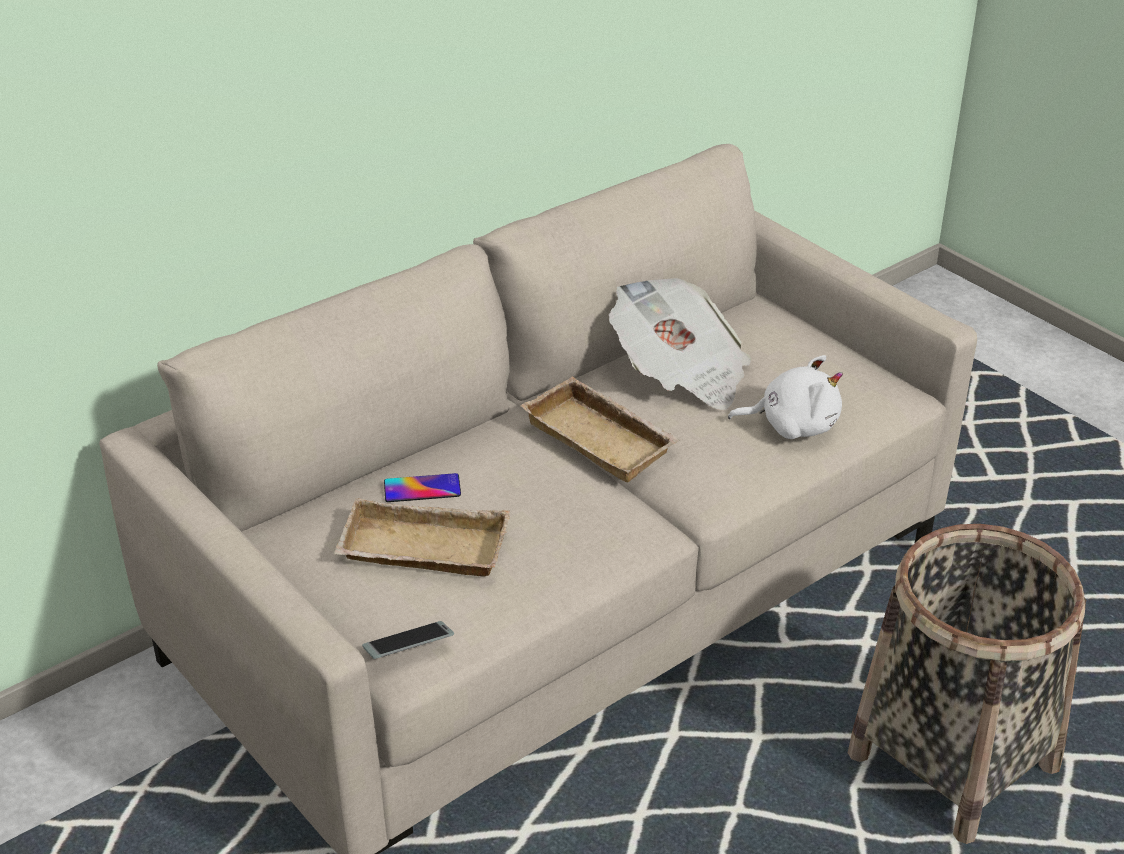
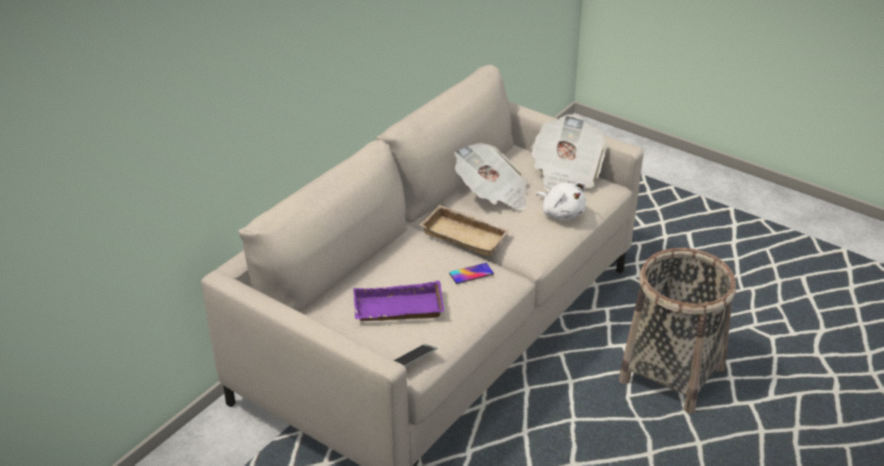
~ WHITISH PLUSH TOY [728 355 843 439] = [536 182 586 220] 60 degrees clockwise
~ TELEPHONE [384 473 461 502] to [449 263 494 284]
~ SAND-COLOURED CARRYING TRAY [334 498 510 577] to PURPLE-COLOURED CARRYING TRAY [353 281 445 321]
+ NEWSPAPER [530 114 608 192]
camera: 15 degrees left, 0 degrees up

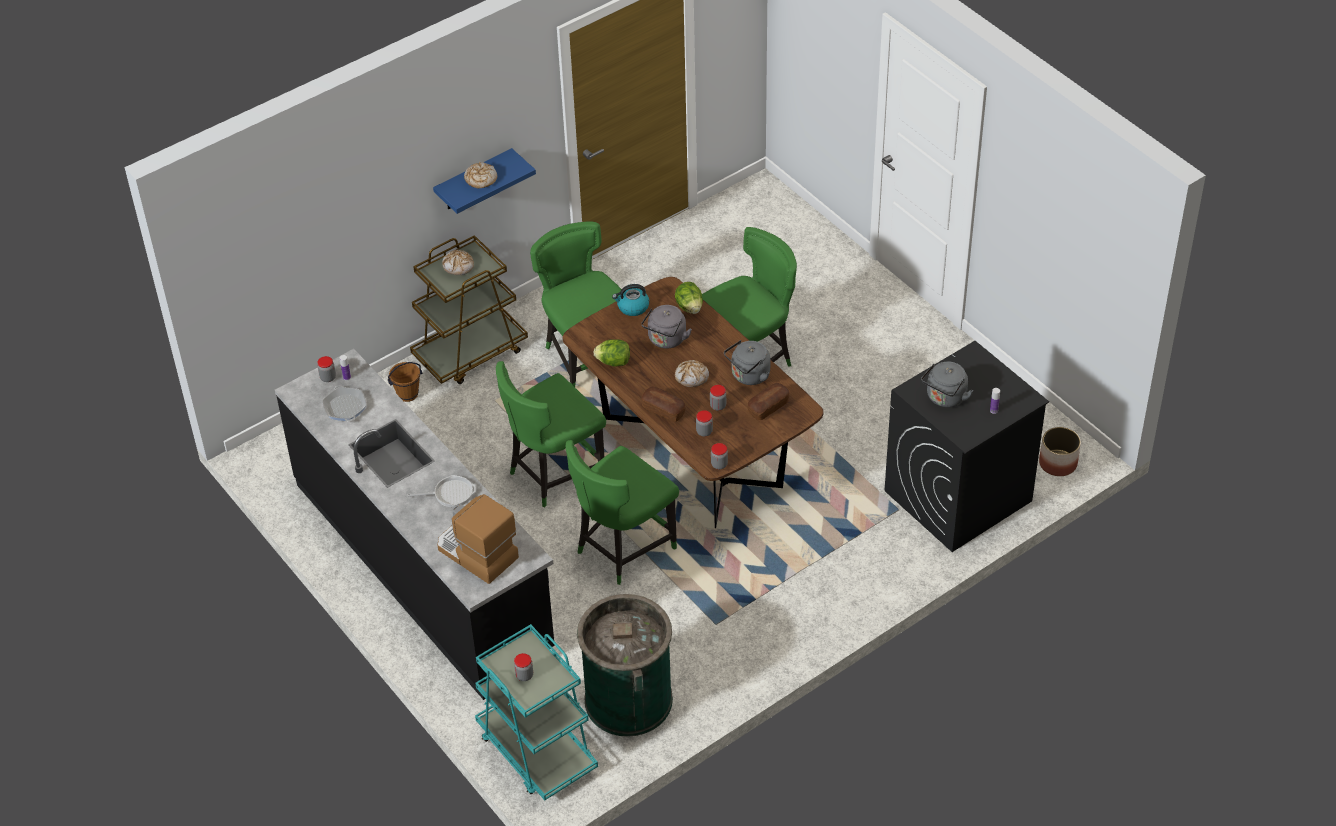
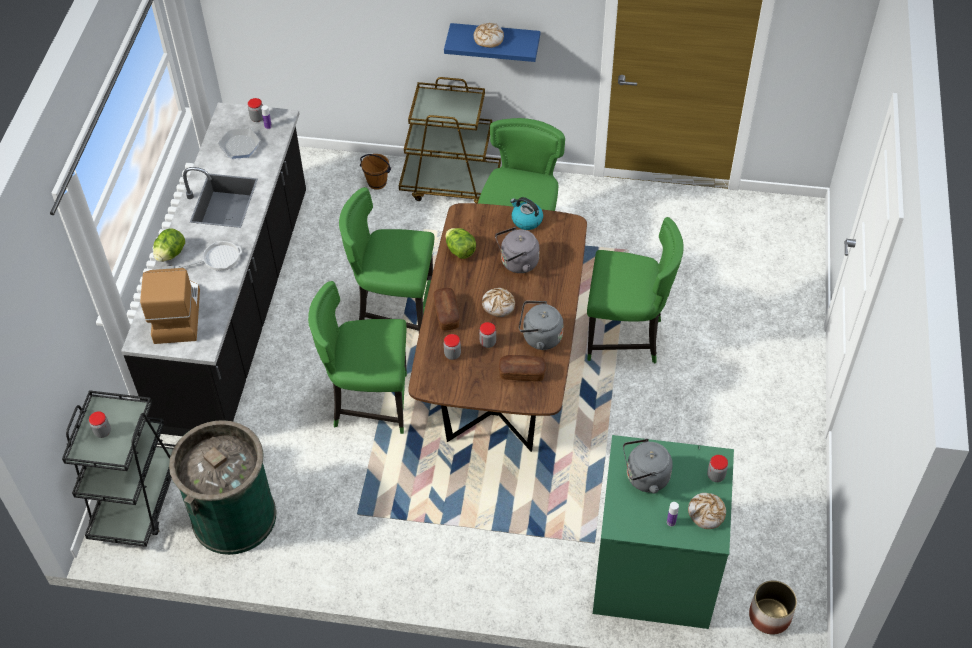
~ BREAD [442 250 474 275] to [688 493 726 529]
~ LETTUCE [675 282 703 314] to [153 229 185 262]
~ BLACK LAUNDRY APPLIANCE [885 341 1049 552] to GREENISH LAUNDRY APPLIANCE [593 435 734 629]
~ STORAGE JAR [711 443 728 469] to [707 455 728 482]
~ PAN [407 475 476 507] = [178 241 242 271] 60 degrees counterclockwise
~ TURQUOISE-COLOURED CART [475 624 598 801] to BLACK CART [62 390 175 547]
camera: 45 degrees right, 5 degrees up

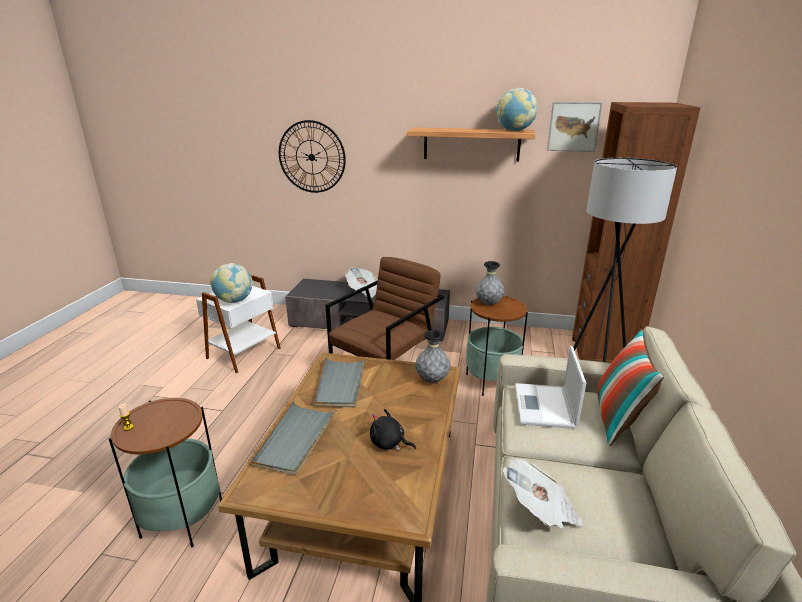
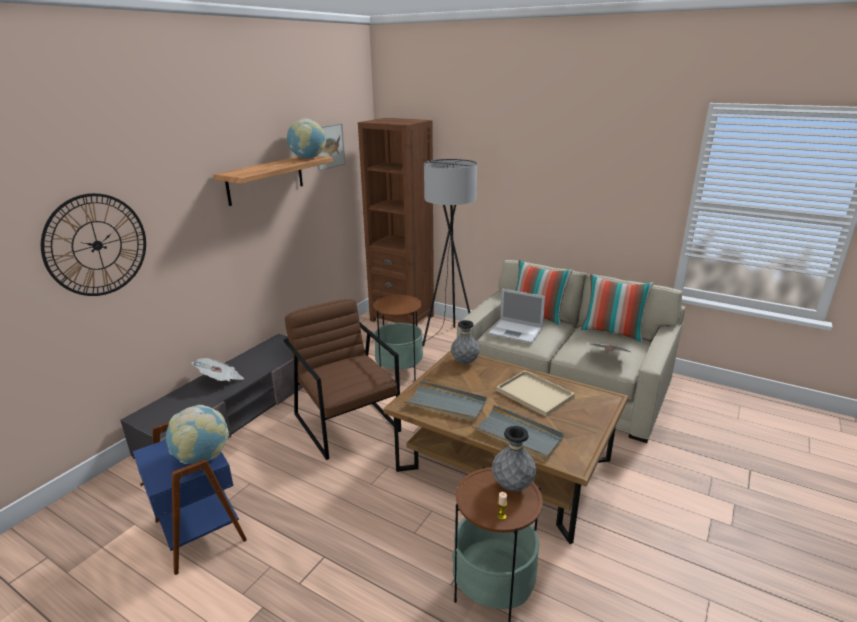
~ GRAY FLOWER VASE [475 261 505 305] to [492 426 536 491]
~ WHITISH ACCENT TABLE [196 274 281 373] to BLUE ACCENT TABLE [133 422 247 575]
~ BLACK PLUSH TOY [370 409 416 451] to SAND-COLOURED CARRYING TRAY [496 370 575 417]
+ CUSHION [581 274 654 342]
camera: 70 degrees left, 0 degrees up

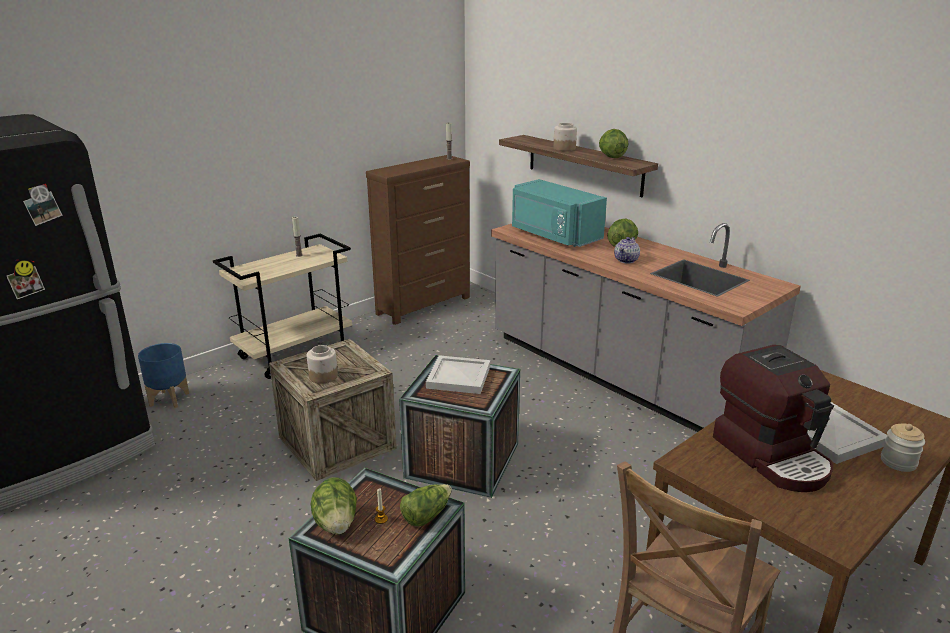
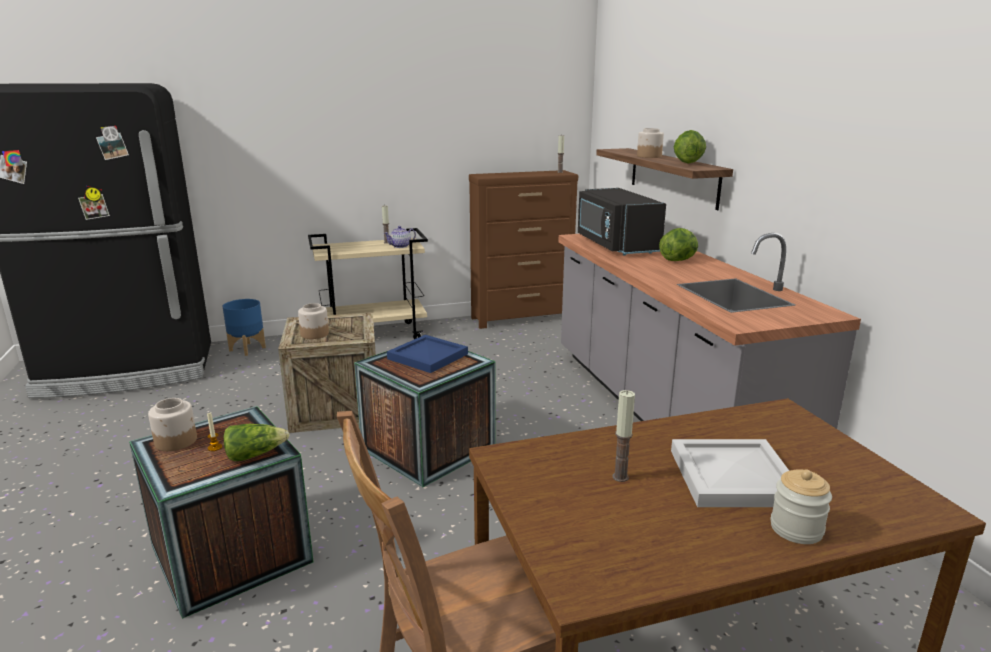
~ TURQUOISE-COLOURED MICROWAVE [512 179 607 247] to BLACK MICROWAVE [578 188 666 255]
~ TEAPOT [614 237 640 264] to [384 226 416 248]
~ COFFEE BREWER [713 345 834 492] to WAX CANDLE [612 390 635 482]
~ WHITISH CARRYING TRAY [426 355 490 394] to BLUE CARRYING TRAY [387 335 468 373]
~ LETTUCE [311 477 357 535] to STORAGE JAR [148 398 197 451]
camera: 25 degrees right, 5 degrees down

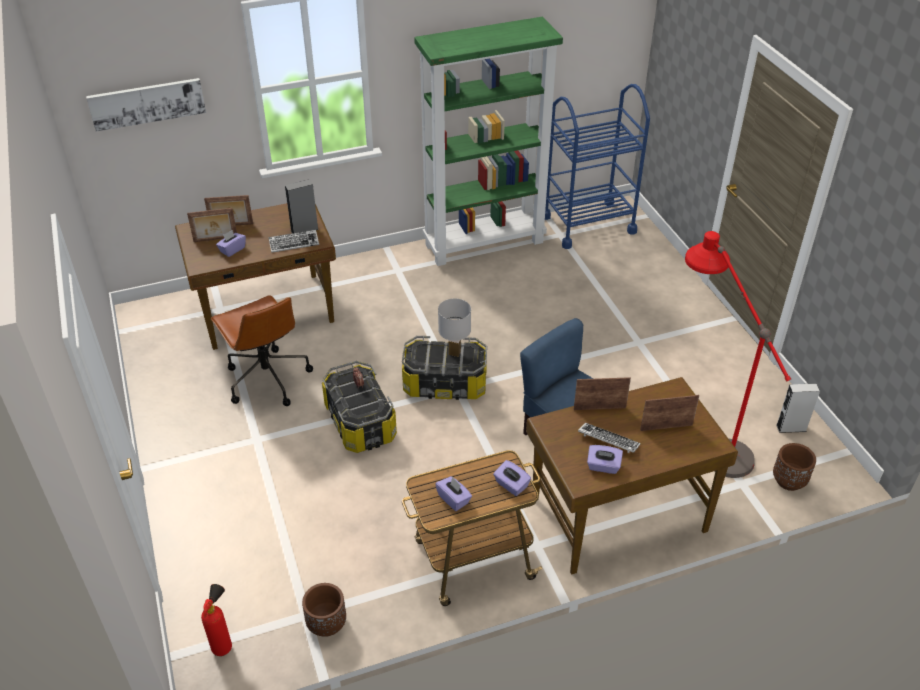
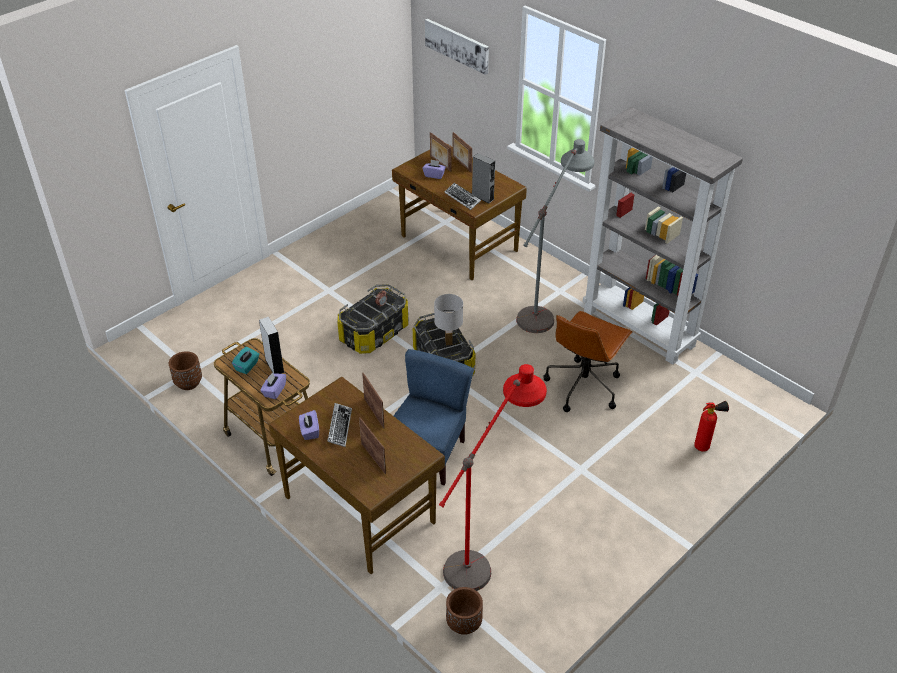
~ GREENISH BOOKSHELF [414 17 563 266] to GRAY BOOKSHELF [583 107 743 365]
- BLUE CART [545 84 650 249]
~ BROWNISH COMPUTER CHAIR [211 295 313 406] to [544 311 632 412]
~ GRAY AUDIO SPEAKER [776 383 820 433] to [259 317 284 374]
~ PURPLE-COLOURED TISSUE BOX [435 476 472 511] to TURQUOISE-COLOURED TISSUE BOX [232 347 259 374]
~ EXTINGUISHER [201 584 232 656] to [694 401 729 452]
+ GRAY STANDARD LAMP [516 139 594 333]
camera: 65 degrees right, 0 degrees up

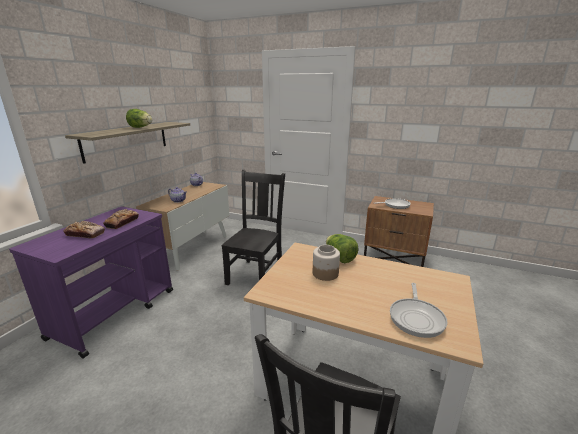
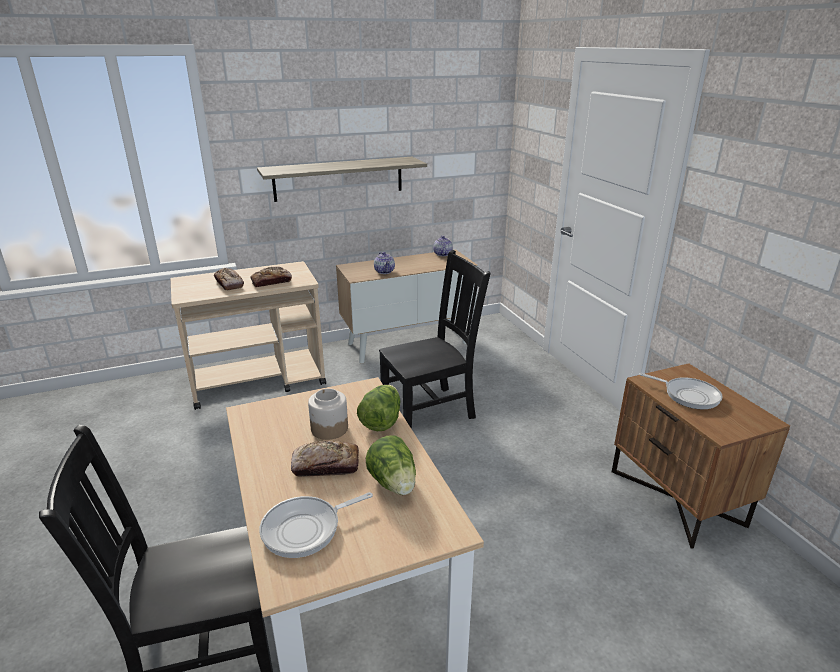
~ LETTUCE [126 109 152 128] to [366 435 416 495]
~ PURPLE-COLOURED CART [9 206 173 359] to SAND-COLOURED CART [171 261 326 410]
+ BREAD [291 441 359 477]
camera: 45 degrees right, 5 degrees up

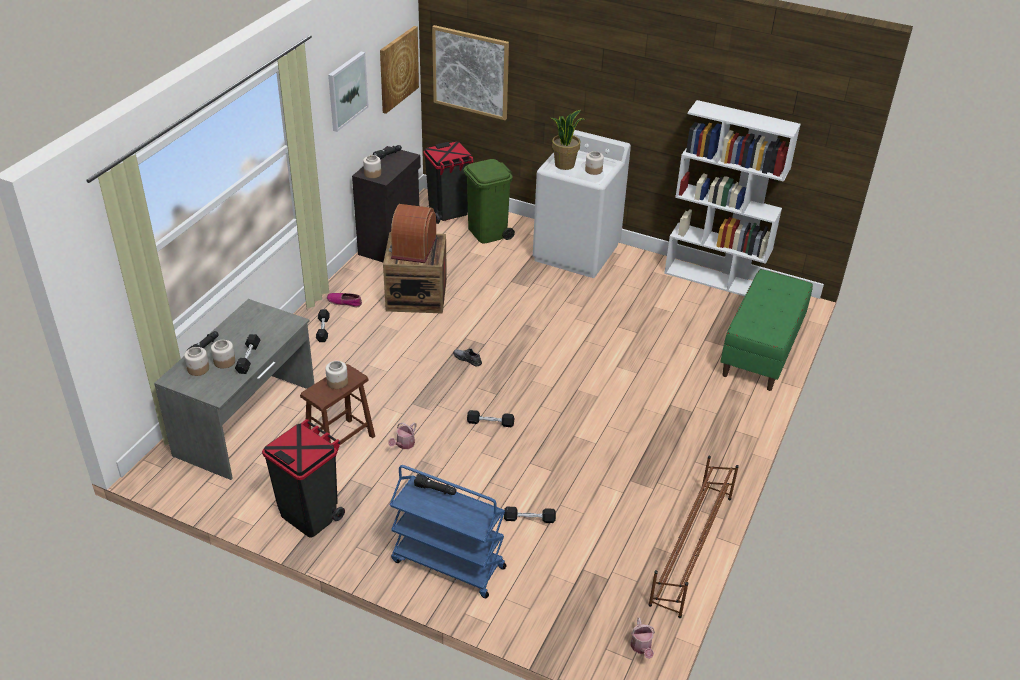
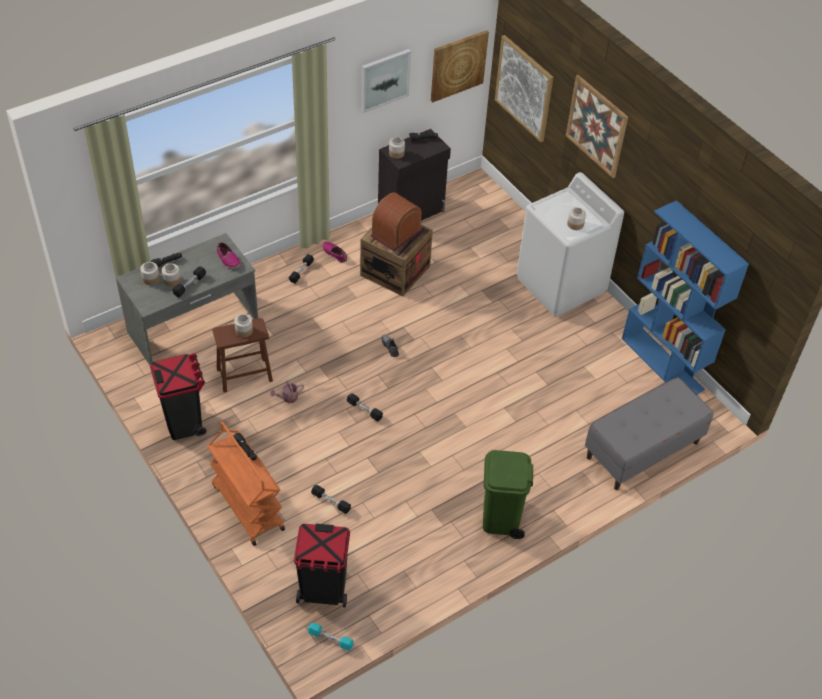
~ WHITISH BOOKSHELF [664 100 801 296] to BLUE BOOKSHELF [622 200 749 394]
- HOUSEPLANT [551 110 586 170]
~ BLACK TRASH CAN [424 141 474 224] to [294 524 350 608]
~ GREENISH TRASH CAN [463 159 515 244] to [483 450 533 539]
~ GREENISH LONG SEAT [720 269 813 391] to GRAY LONG SEAT [585 377 714 490]
- BROWNISH SHOE STAND [648 455 739 618]
~ BLUE CART [390 465 506 598] to ORANGE CART [208 421 285 546]
~ WATERING POT [630 618 655 659] to TURQUOISE-COLOURED FREE WEIGHT [308 623 353 651]
+ WALL ART [566 75 628 178]
+ SHOE [217 242 241 268]
camera: 30 degrees right, 10 degrees up

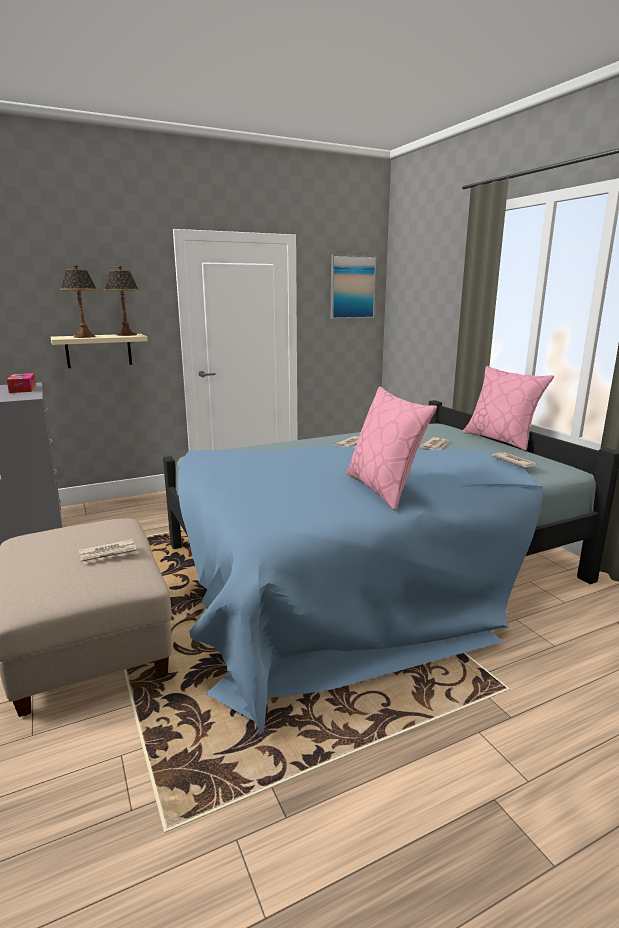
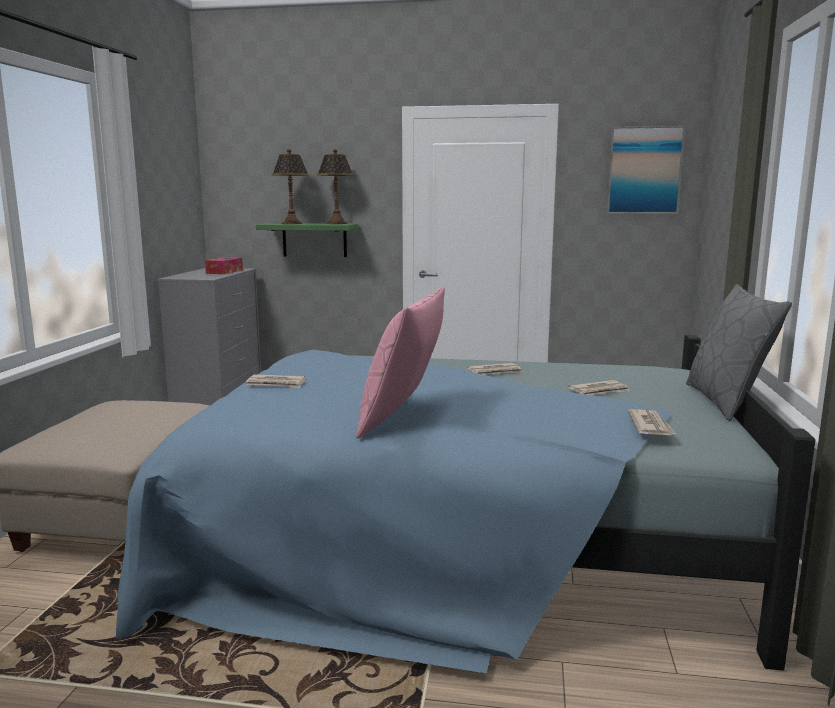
~ SAND-COLOURED SHELF [51 334 148 368] to GREENISH SHELF [256 223 359 257]
~ PINK CUSHION [463 366 554 451] to GRAY CUSHION [686 284 792 421]
~ NEWSPAPER [78 539 139 564] to [246 374 305 388]
camera: 35 degrees right, 5 degrees down

